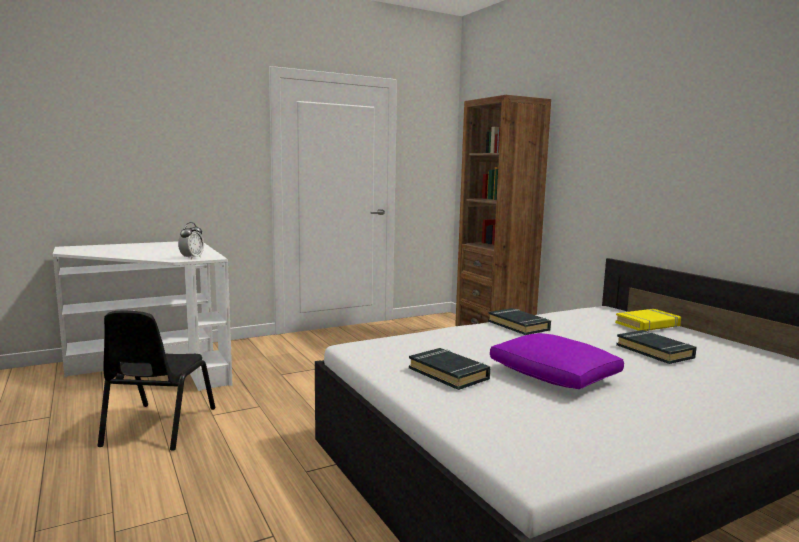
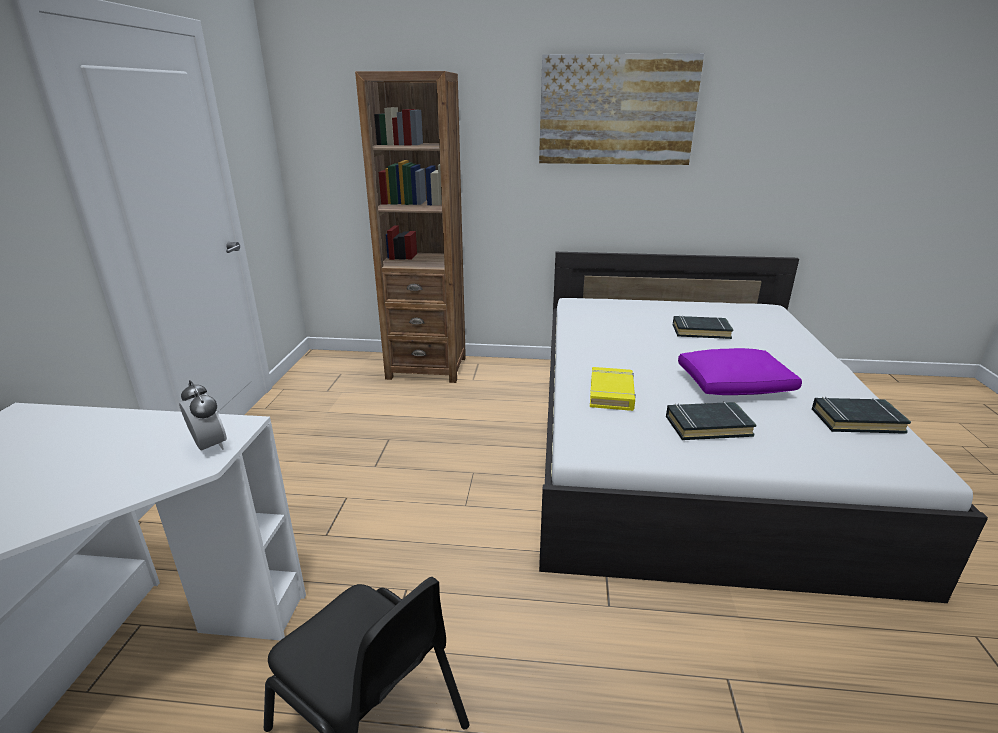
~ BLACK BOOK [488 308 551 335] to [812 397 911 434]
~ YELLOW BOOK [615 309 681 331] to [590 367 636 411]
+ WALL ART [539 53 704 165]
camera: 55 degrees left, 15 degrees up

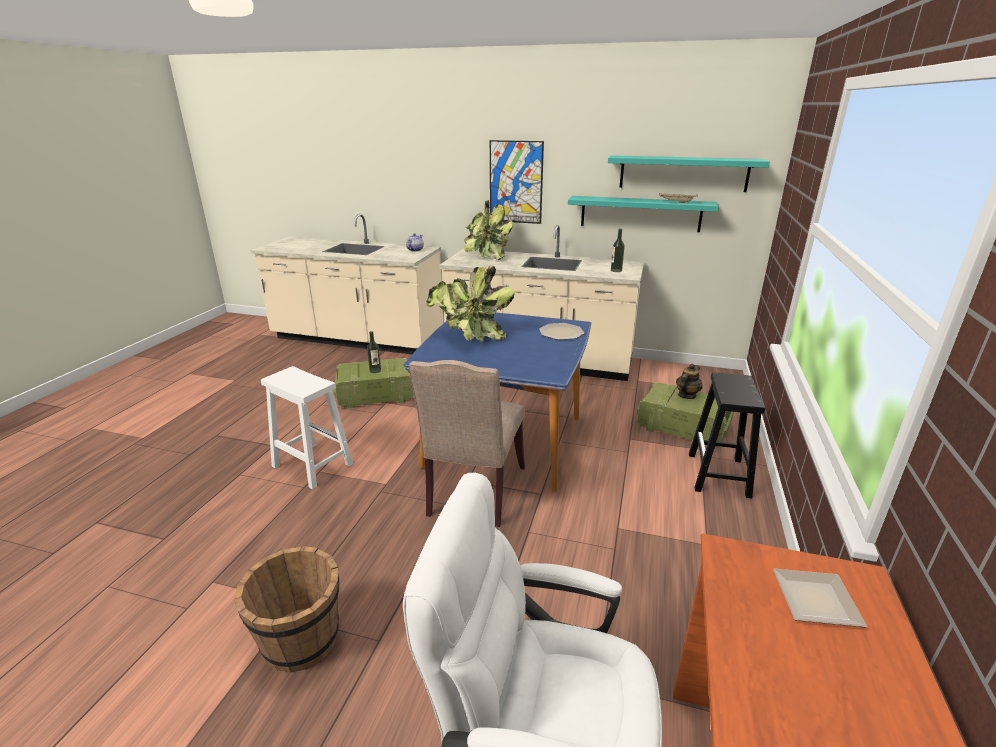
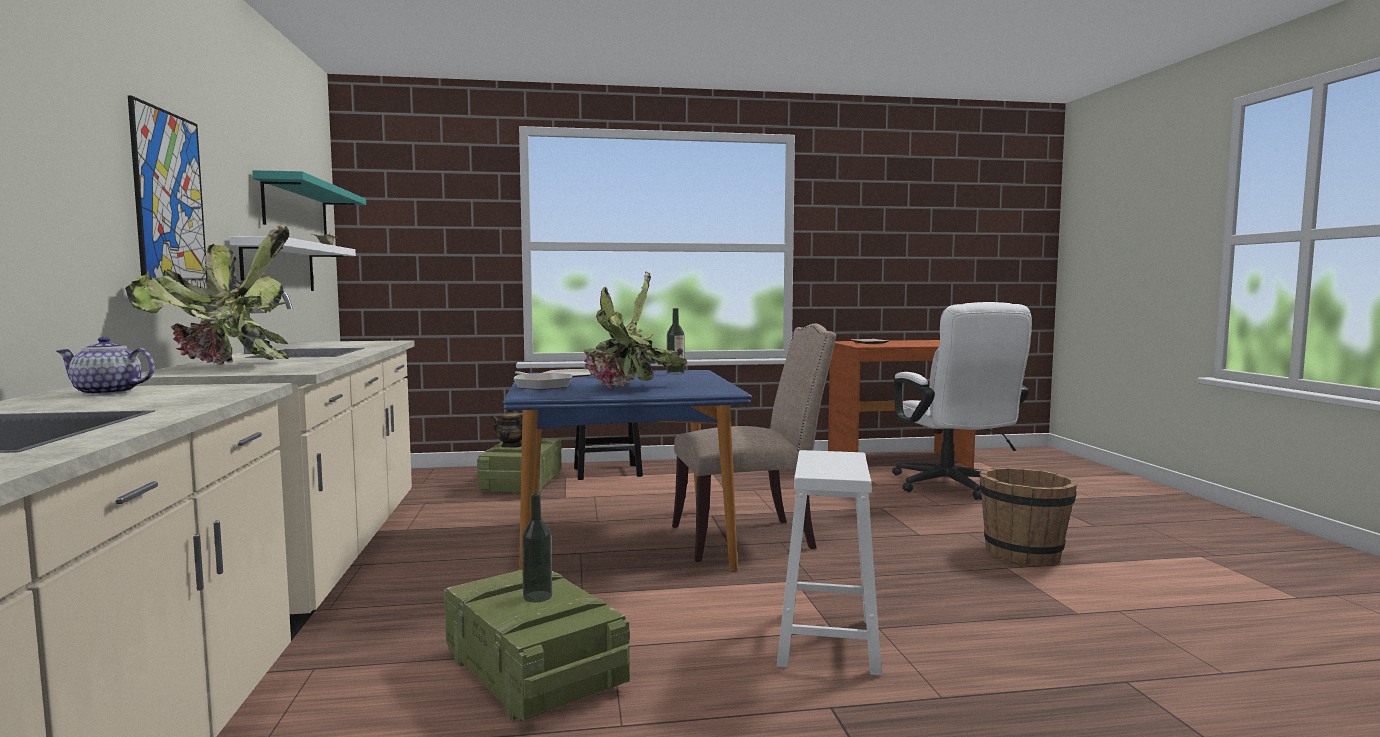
~ TURQUOISE-COLOURED SHELF [568 196 719 232] to WHITISH SHELF [229 236 356 291]
~ BOTTLE [611 229 625 272] to [667 308 685 374]
+ PAN [514 371 573 390]
camera: 115 degrees left, 20 degrees down

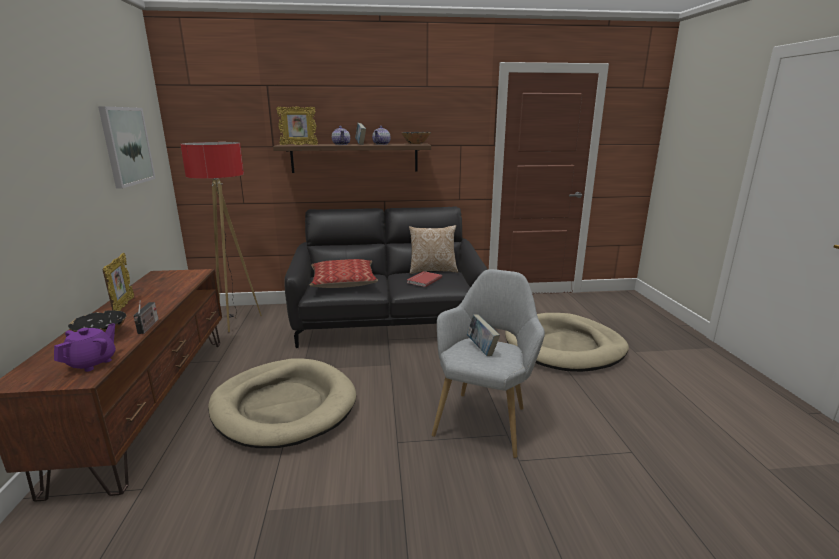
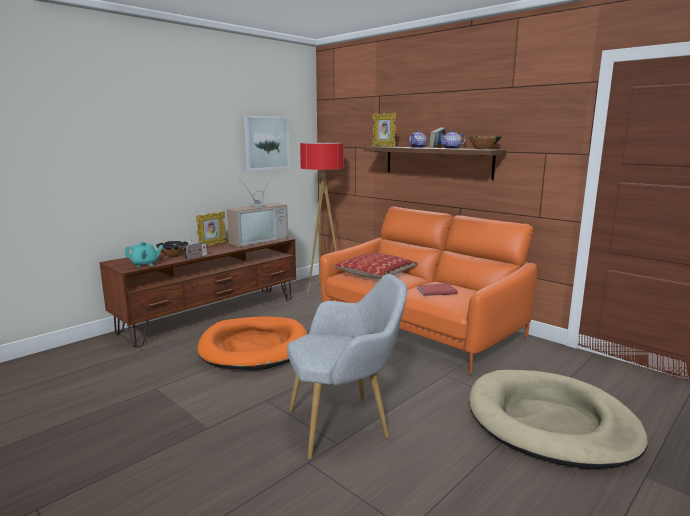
~ BLACK COUCH [284 207 488 348] to ORANGE COUCH [320 206 537 374]
- CUSHION [409 225 458 274]
- BOOK [467 314 500 356]
~ PURPLE-COLOURED TEAPOT [54 323 116 372] to TURQUOISE-COLOURED TEAPOT [124 242 163 267]
~ SAND-COLOURED DOG BED [208 358 356 448] to ORANGE DOG BED [197 317 308 370]
+ TV [227 176 288 247]
camera: 50 degrees right, 5 degrees down

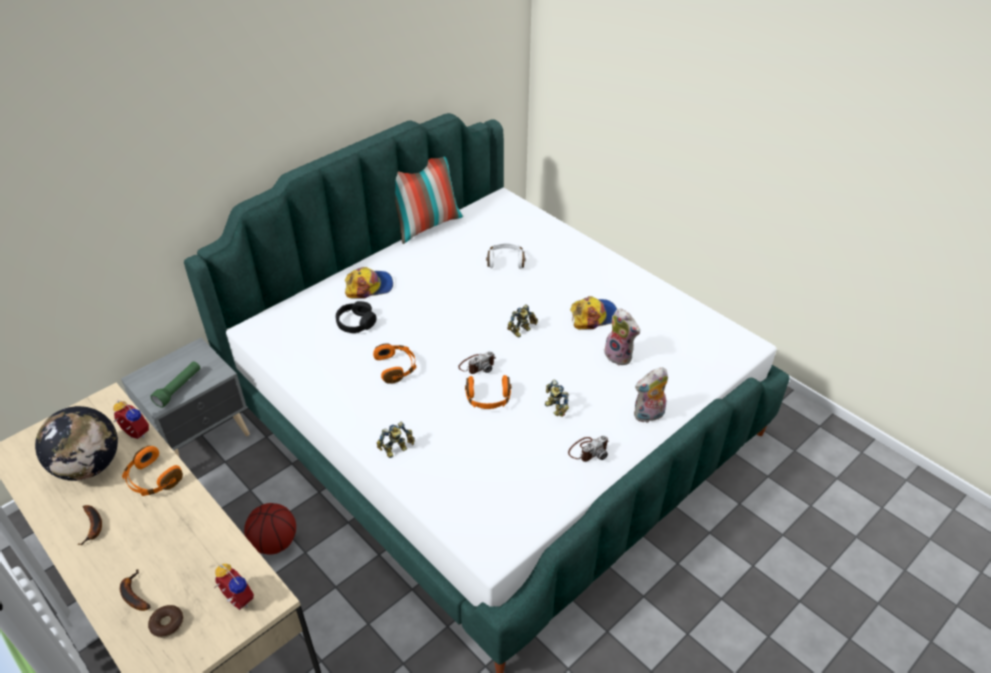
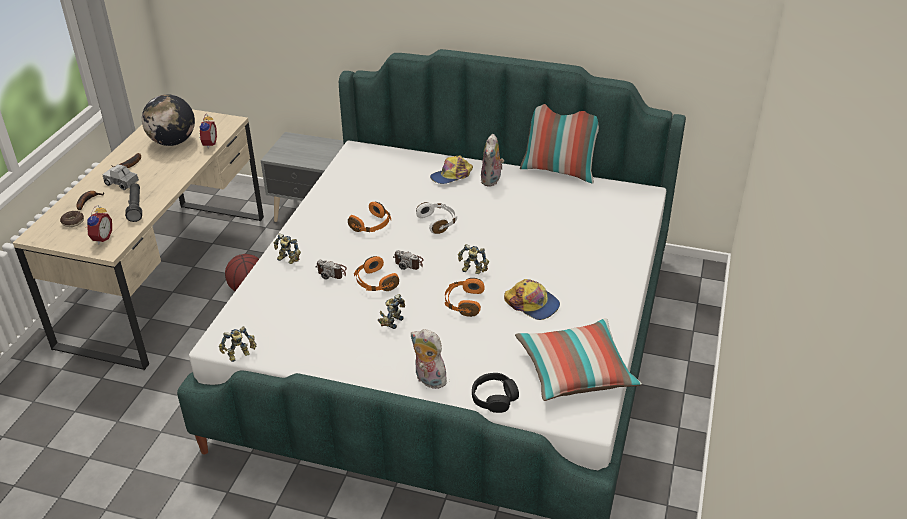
~ WHITISH HEADPHONES [486 243 526 269] to [416 202 457 234]
~ BASEBALL CAP [345 267 393 299] = [430 155 473 184] 105 degrees clockwise
~ BLACK HEADPHONES [336 301 377 333] to [472 373 519 413]
~ PLUSH TOY [604 308 640 366] to [481 134 504 187]
- GREENISH HAND TORCH [150 362 200 408]
~ STILL CAMERA [568 436 608 462] to [315 260 347 280]
~ ORANGE HEADPHONES [122 446 183 496] to [445 278 485 317]
+ TOY TRUCK [102 164 139 190]
+ BLACK HAND TORCH [125 183 142 222]
+ CUSHION [515 318 642 401]
+ MODEL ROBOT [219 326 256 362]
camera: 60 degrees right, 5 degrees down

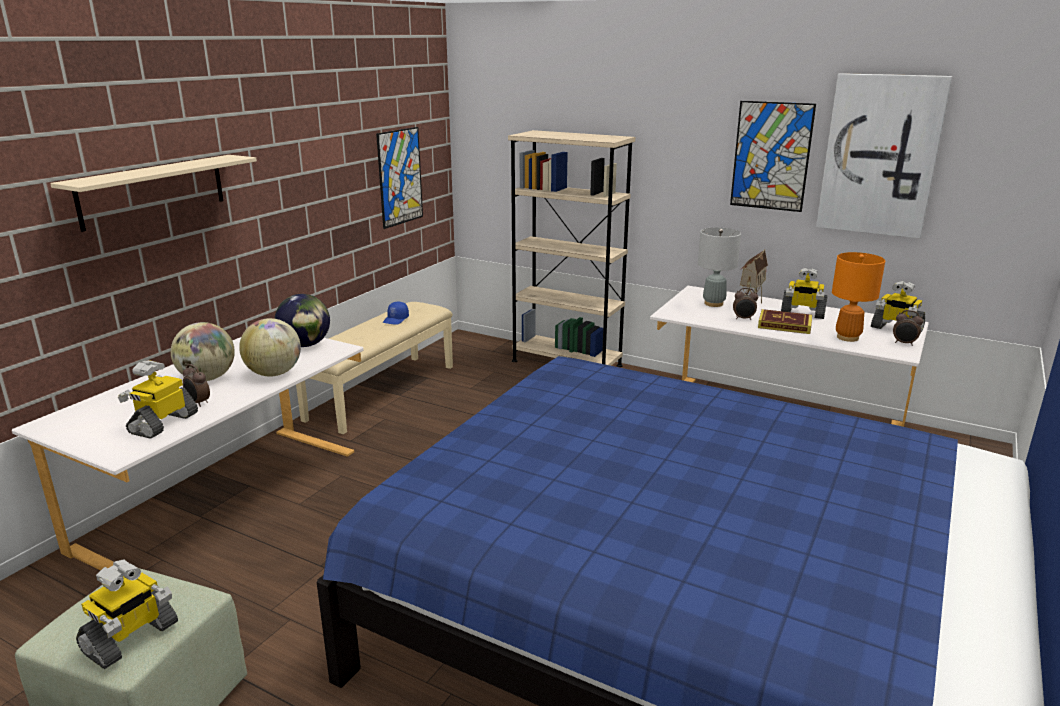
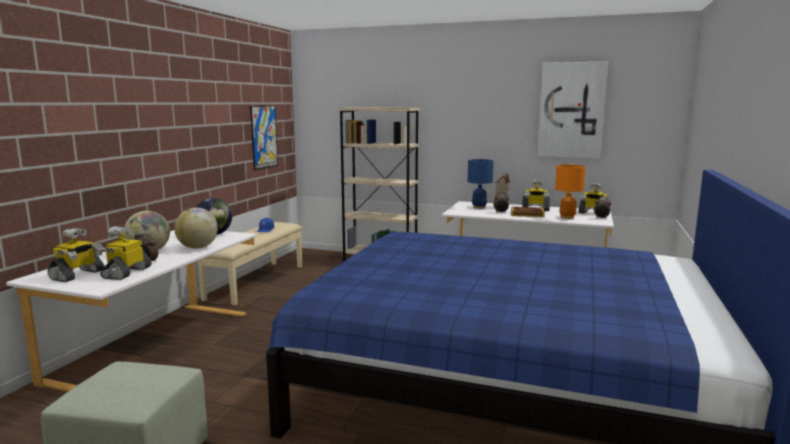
- WALL ART [730 101 816 212]
- SAND-COLOURED SHELF [50 155 257 232]
~ GRAY TABLETOP LAMP [698 228 741 307] to BLUE TABLETOP LAMP [468 158 494 209]
~ MODEL ROBOT [76 560 178 669] to [47 228 105 282]
camera: 10 degrees left, 10 degrees down

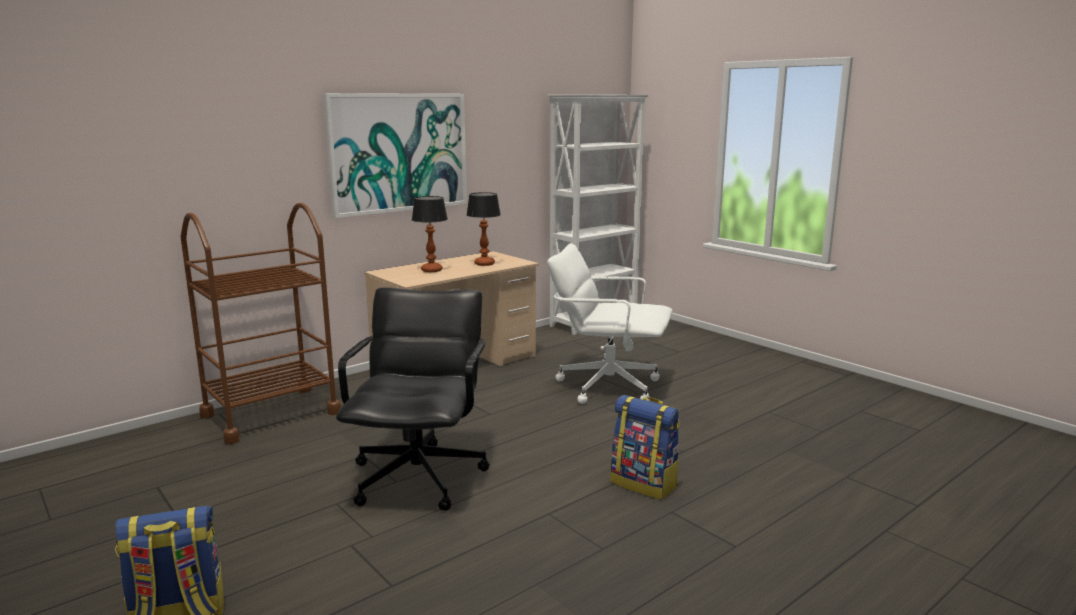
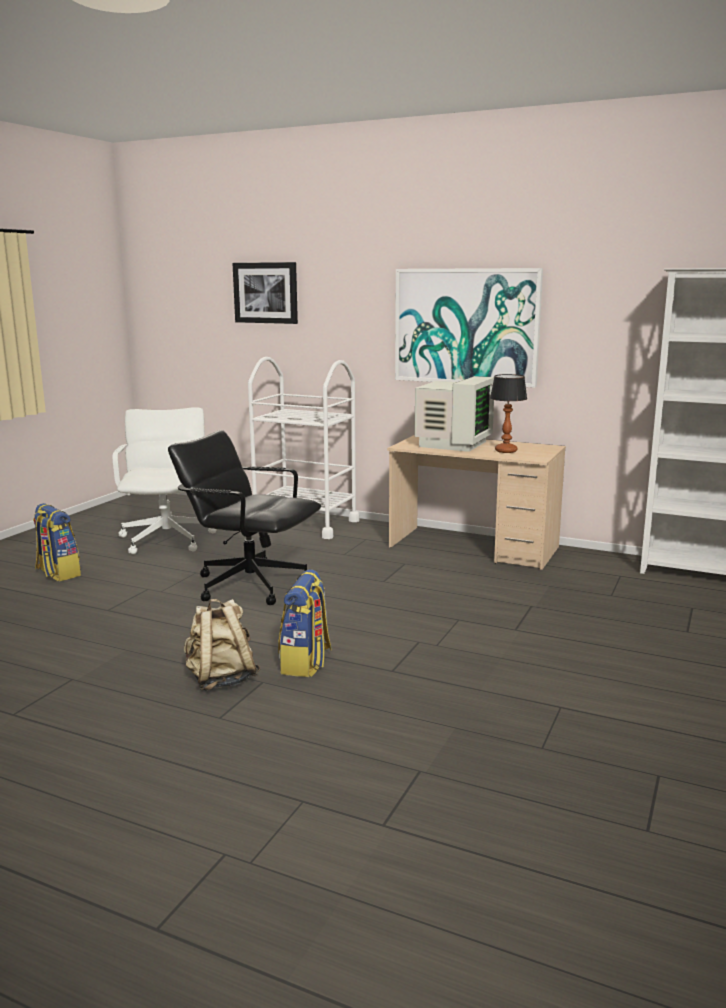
~ TABLETOP LAMP [412 196 448 272] to MONITOR [414 376 494 452]
~ BROWNISH CART [181 203 341 445] to WHITISH CART [248 357 359 539]
~ WHITISH COMPUTER CHAIR [547 243 673 404] to [113 408 217 554]
~ BLACK COMPUTER CHAIR [336 287 490 511] = [168 430 321 605] 135 degrees counterclockwise
+ WALL ART [233 262 298 324]
+ SAND-COLOURED RUCKSACK [184 599 260 691]
camera: 65 degrees right, 0 degrees up

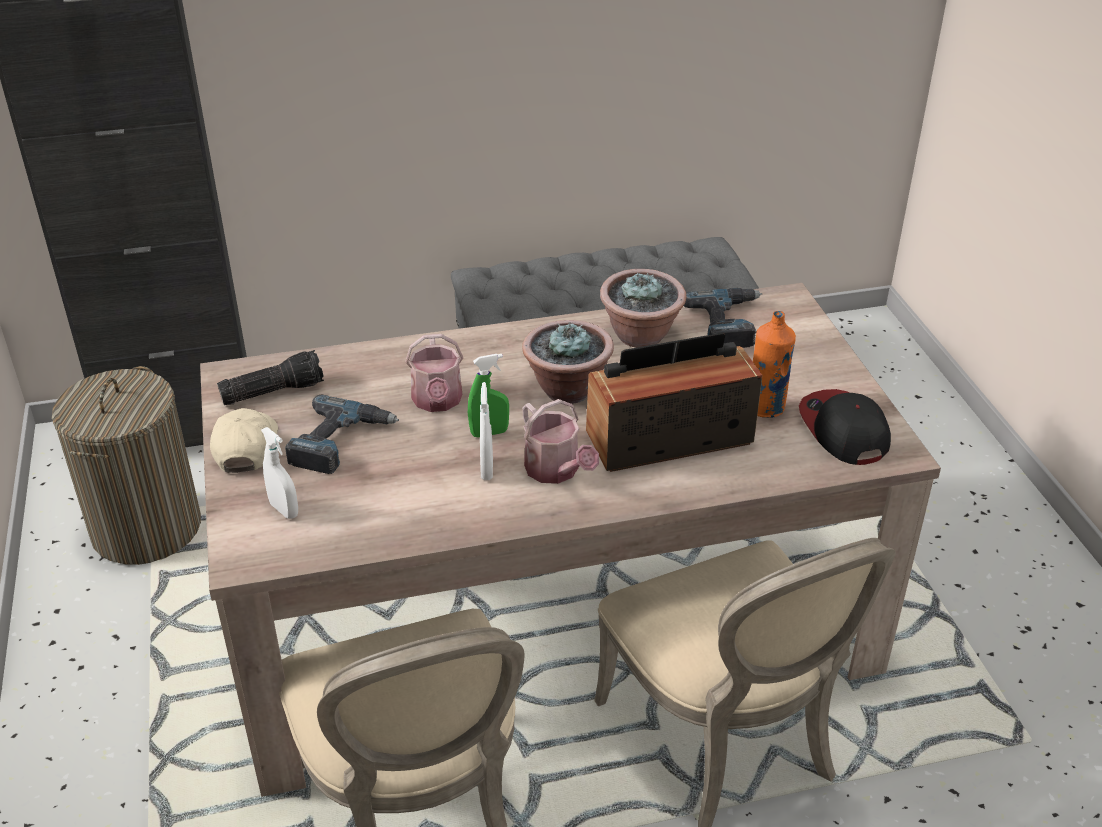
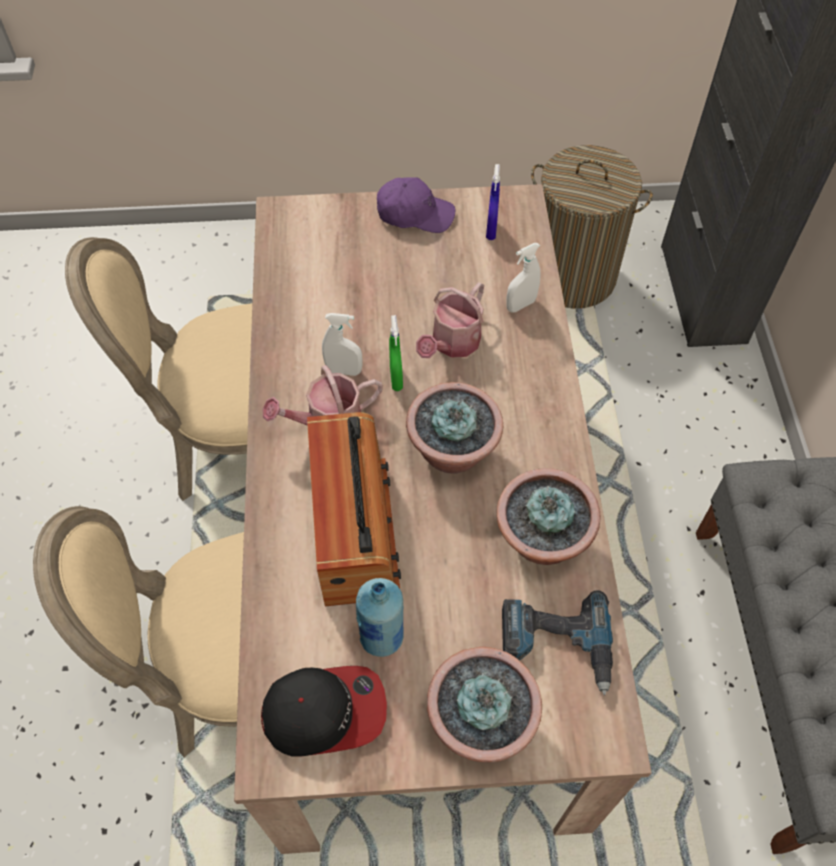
~ ORANGE BOTTLE [753 311 796 418] to BLUE BOTTLE [356 578 404 657]
~ WATERING POT [406 334 463 412] = [416 282 484 358] 60 degrees counterclockwise
~ HAND TORCH [217 350 324 405] to BLUE SPRAYER [486 164 500 240]
- POWER DRILL [285 395 399 474]
~ SAND-COLOURED BASEBALL CAP [210 408 278 473] to PURPLE-COLOURED BASEBALL CAP [377 177 455 233]
~ WHITISH SPRAYER [261 427 298 519] to [506 243 541 312]
+ HOUSEPLANT [427 647 542 762]
camera: 100 degrees right, 20 degrees up

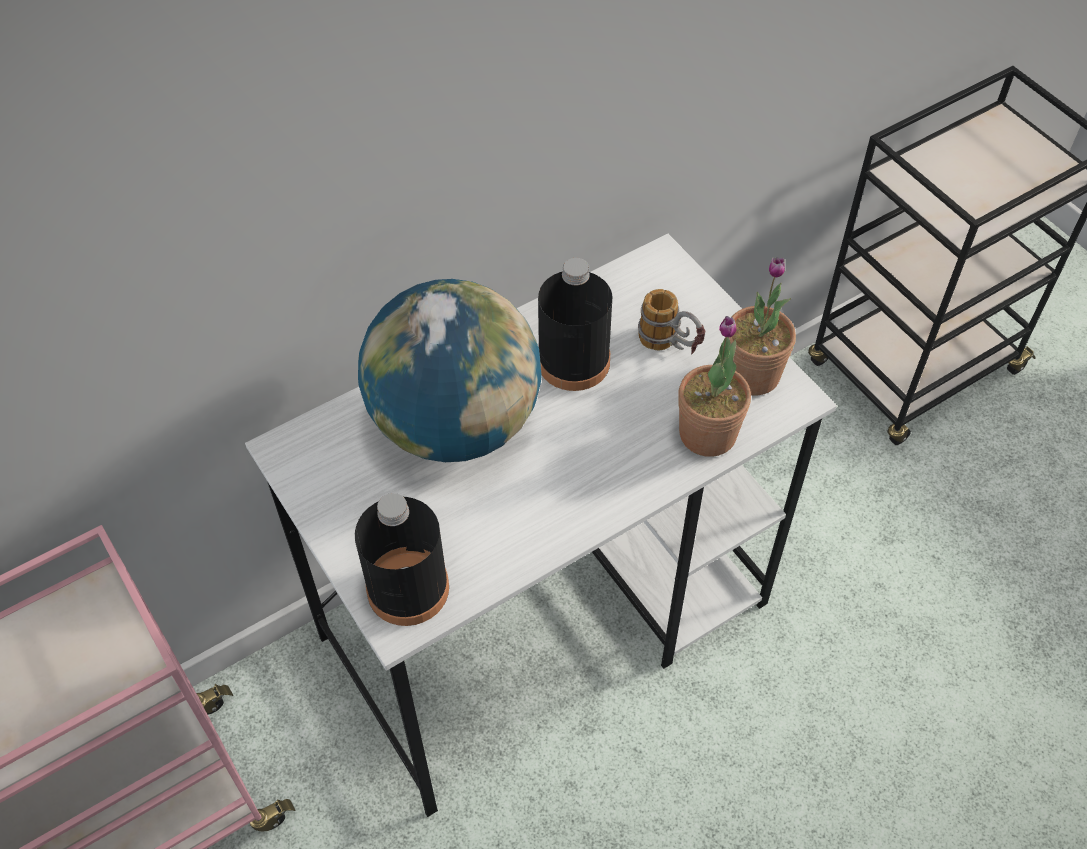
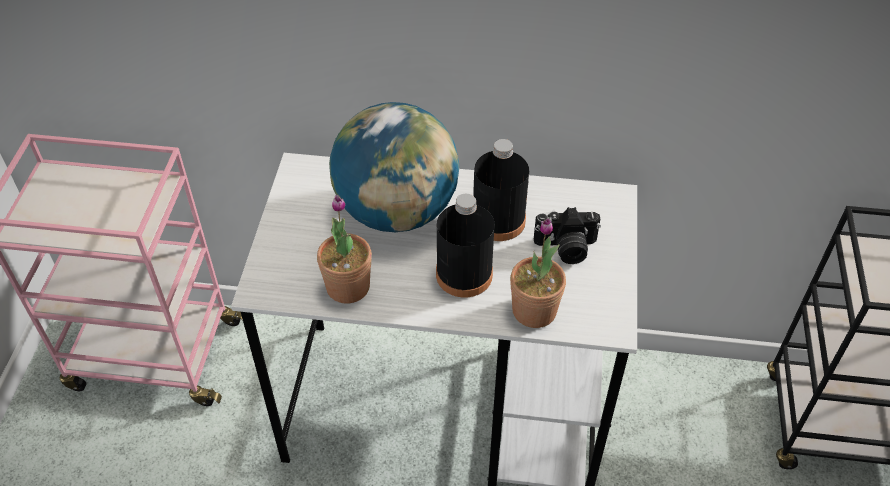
~ HOUSEPLANT [729 257 796 395] to [317 195 372 303]
~ COFFEE MUG [638 289 705 355] to STILL CAMERA [534 207 601 264]
~ BLACK BOTTLE [355 493 449 626] to [436 194 495 298]
camera: 40 degrees right, 5 degrees down

